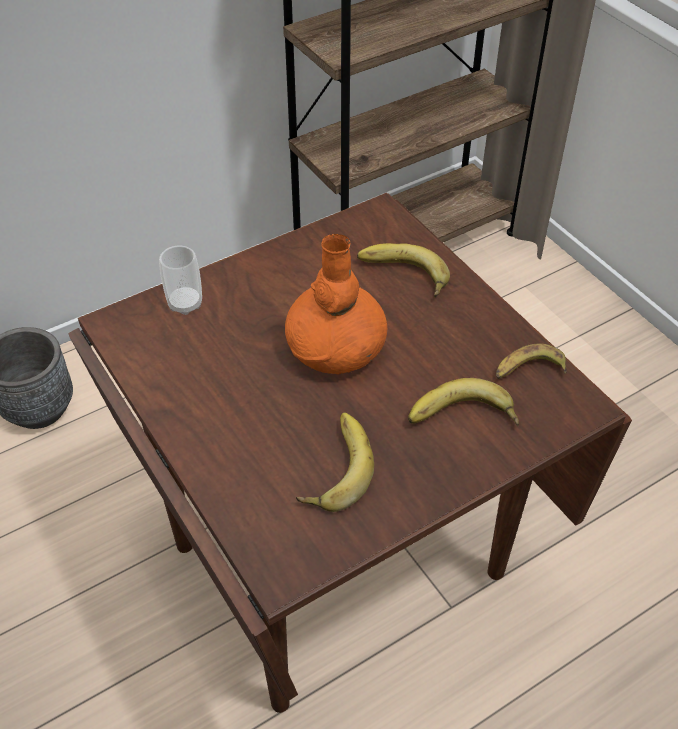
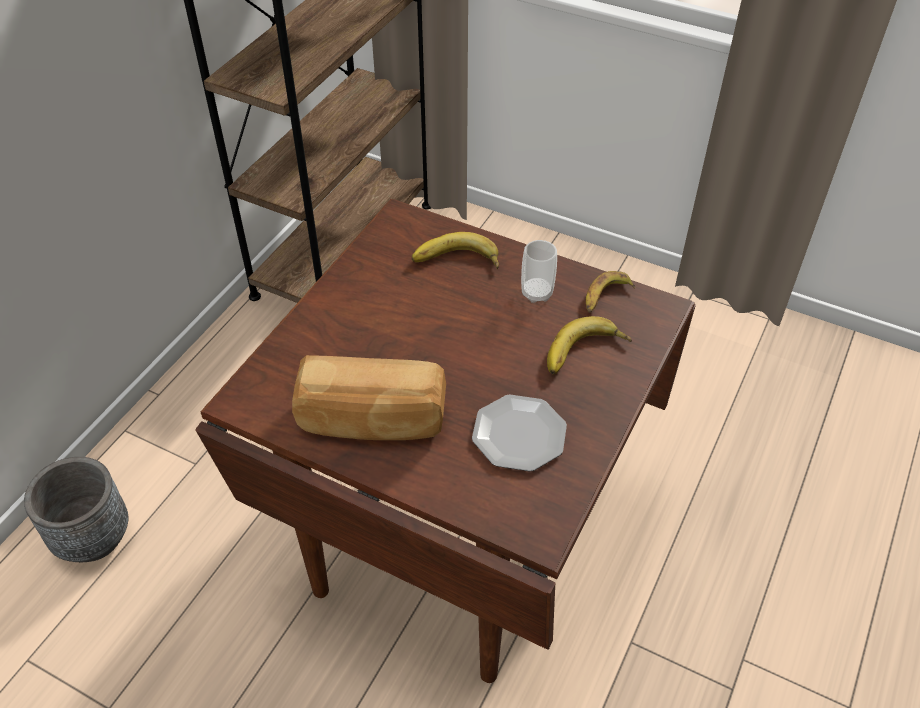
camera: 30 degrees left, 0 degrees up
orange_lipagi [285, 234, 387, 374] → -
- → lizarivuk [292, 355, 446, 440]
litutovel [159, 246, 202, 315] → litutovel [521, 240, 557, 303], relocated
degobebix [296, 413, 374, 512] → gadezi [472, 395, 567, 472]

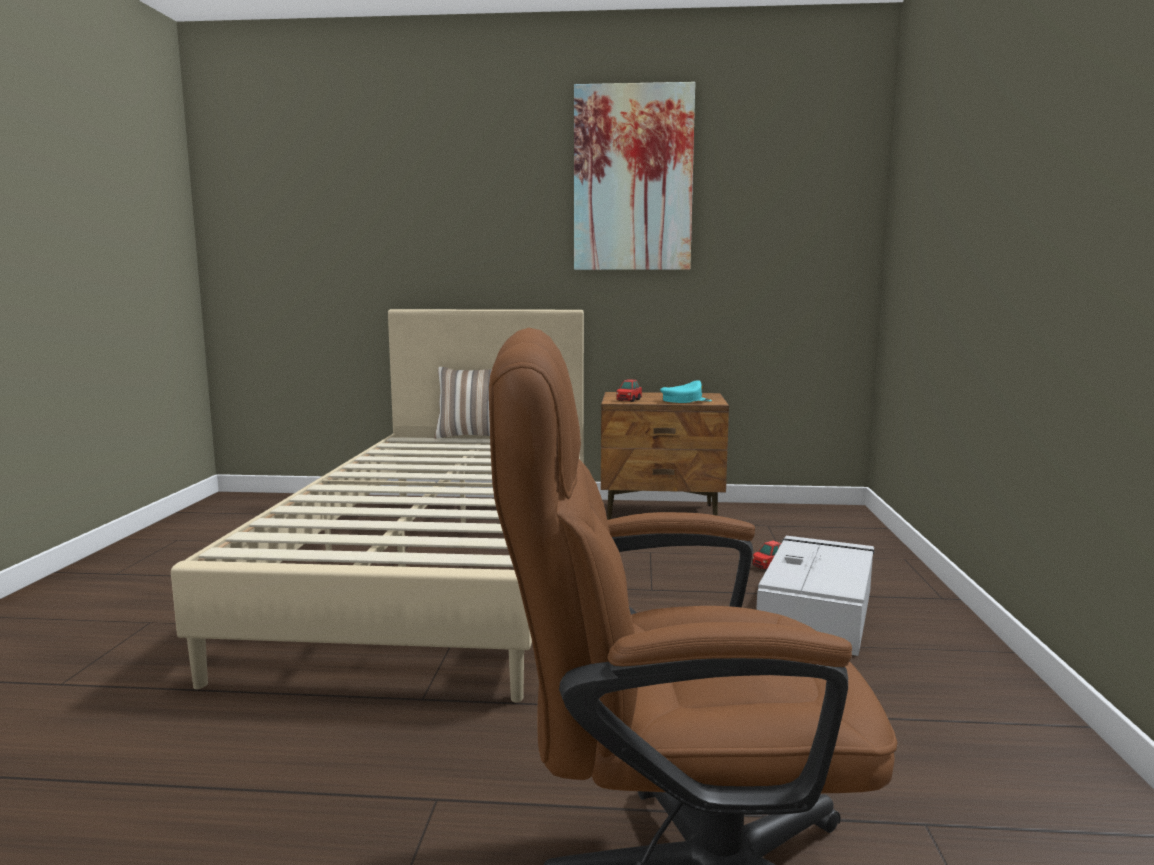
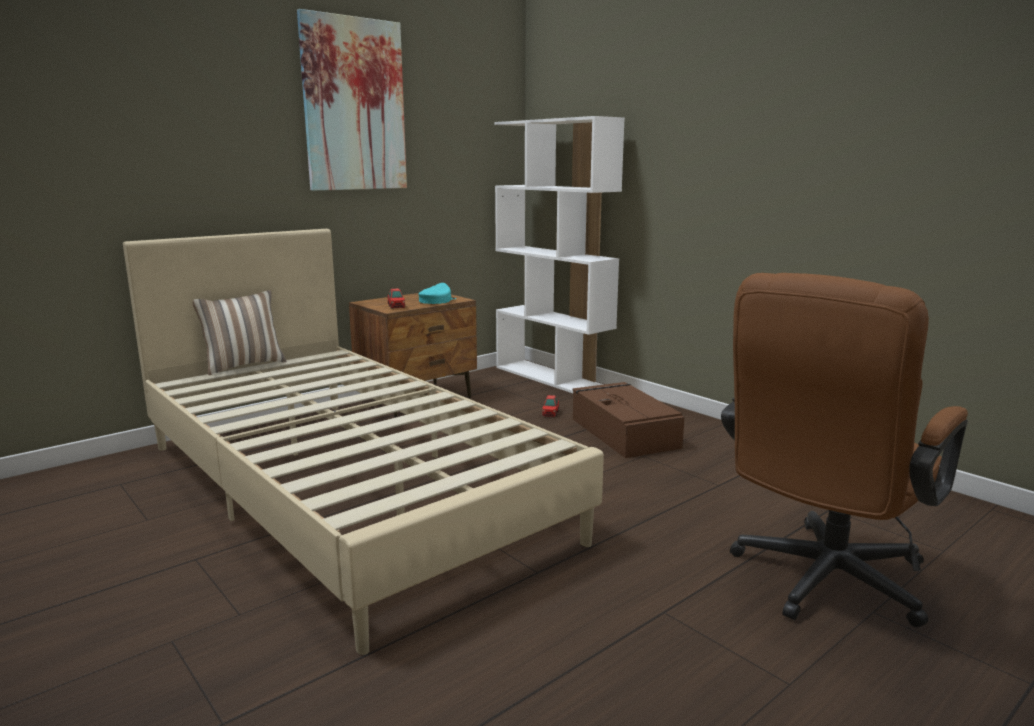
camera: 45 degrees left, 5 degrees up
- → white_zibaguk [494, 116, 625, 393]
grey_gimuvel [756, 536, 874, 656] → brown_gimuvel [573, 382, 684, 458]

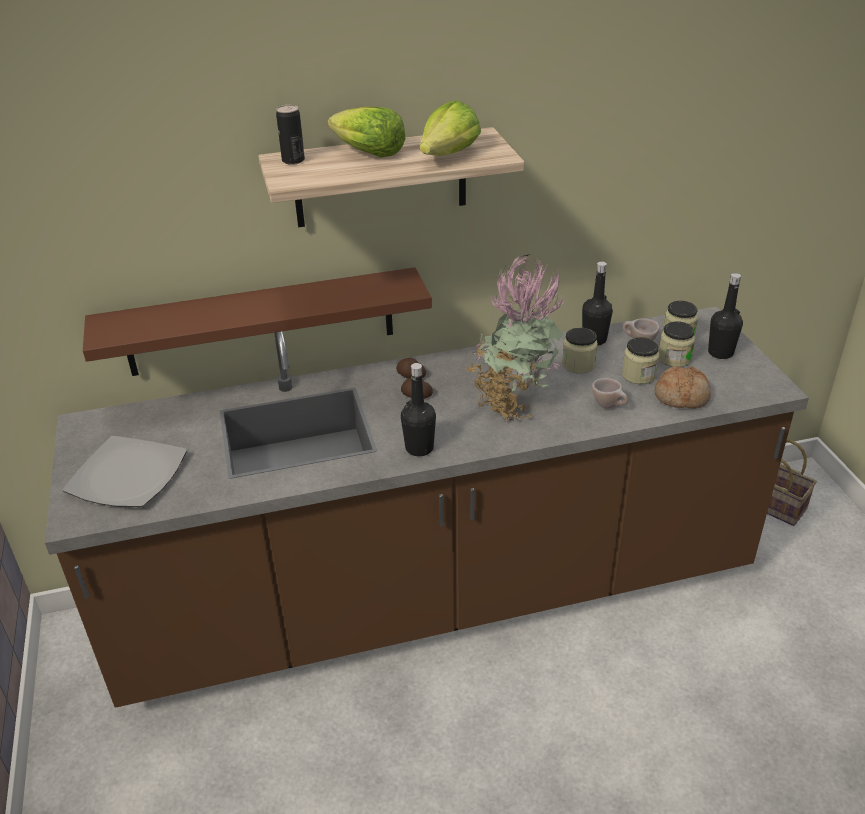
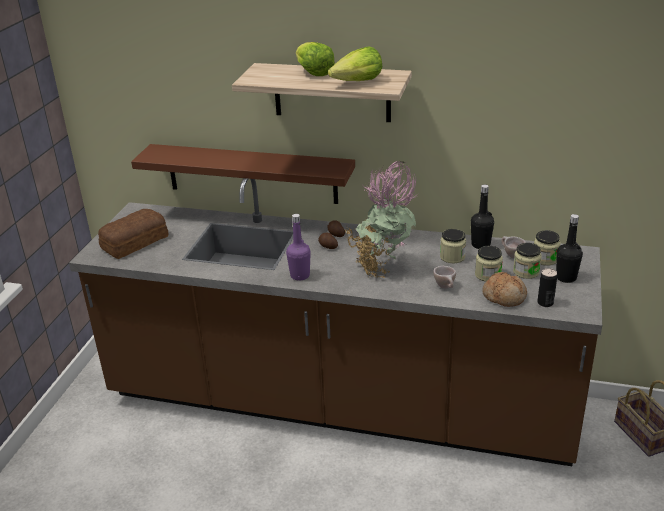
camera: 30 degrees right, 5 degrees down
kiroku [276, 105, 305, 165] → kiroku [537, 268, 557, 307], relocated
gadezi [63, 436, 187, 507] → lizarivuk [98, 209, 169, 259]
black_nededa [401, 363, 436, 456] → purple_nededa [286, 214, 311, 281]

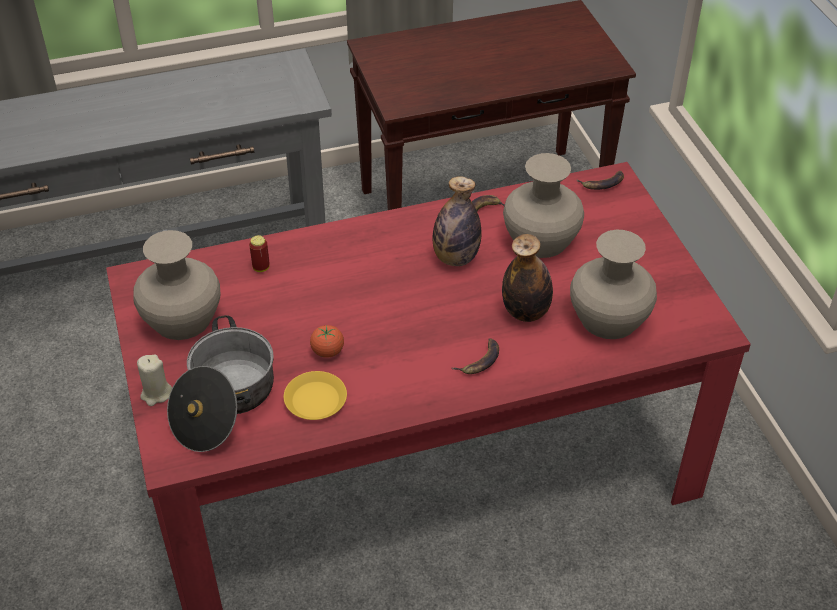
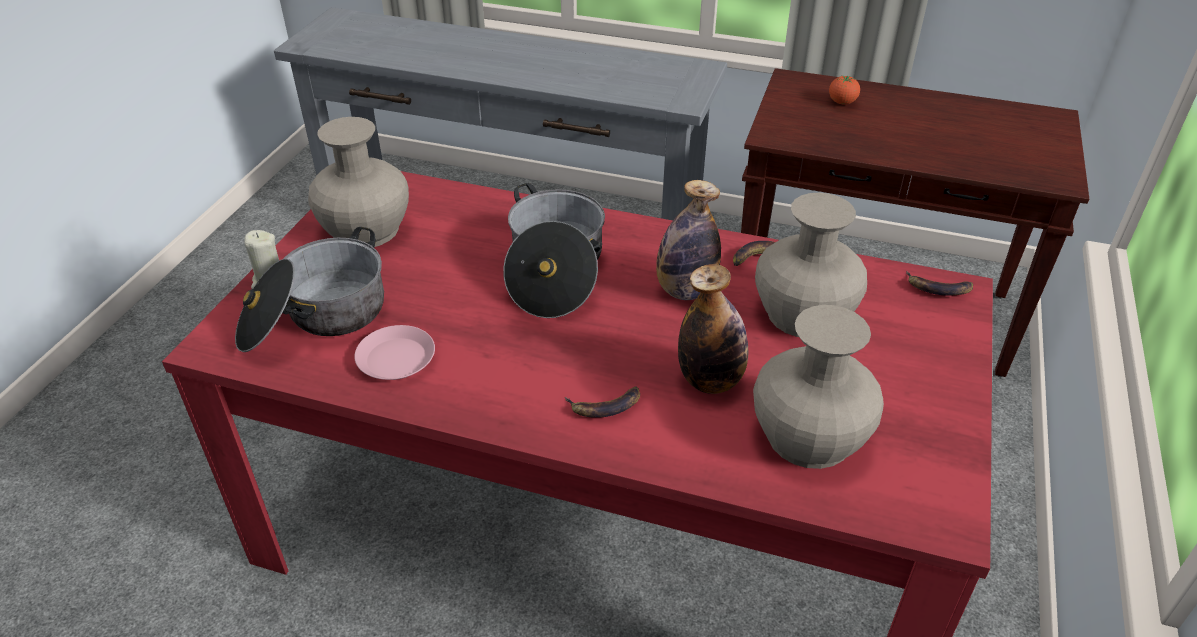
camera: 35 degrees right, 5 degrees down
kiroku [249, 235, 270, 272] → -
- → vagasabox [503, 183, 605, 318]
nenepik [310, 325, 344, 358] → nenepik [829, 75, 860, 105], relocated
yellow_gadezi [284, 371, 347, 420] → pink_gadezi [354, 325, 435, 380]

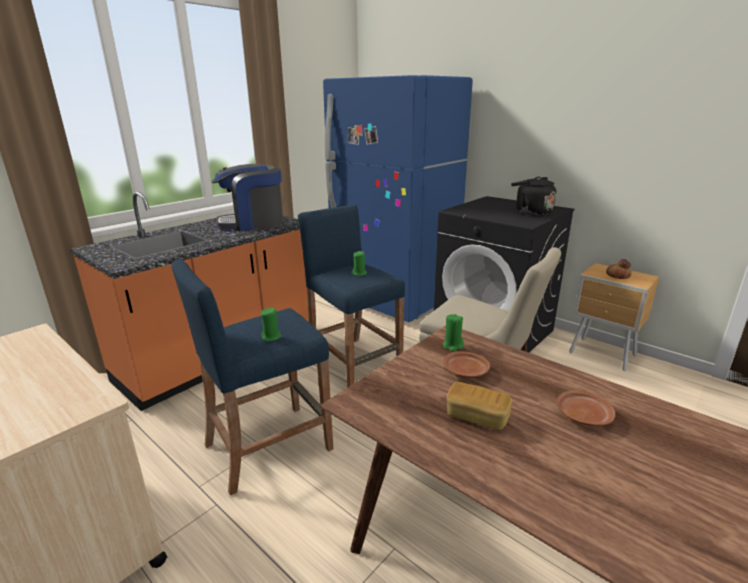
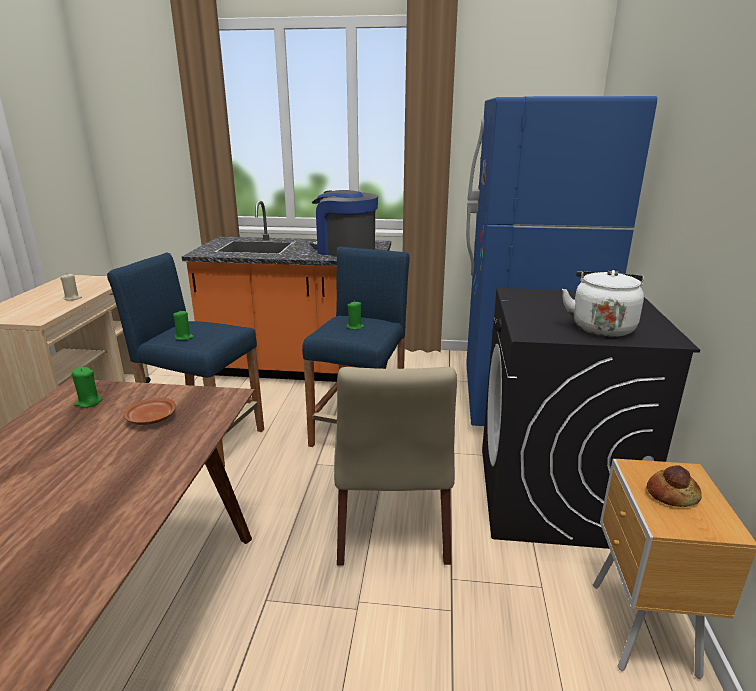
camera: 55 degrees right, 0 degrees up
lizarivuk [447, 382, 512, 430] → -
brown_gadezi [557, 390, 616, 426] → -
- → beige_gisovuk [60, 274, 82, 300]
green_gisovuk [443, 314, 464, 352] → green_gisovuk [72, 367, 102, 408], relocated
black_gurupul [511, 177, 556, 215] → white_gurupul [562, 270, 644, 337]

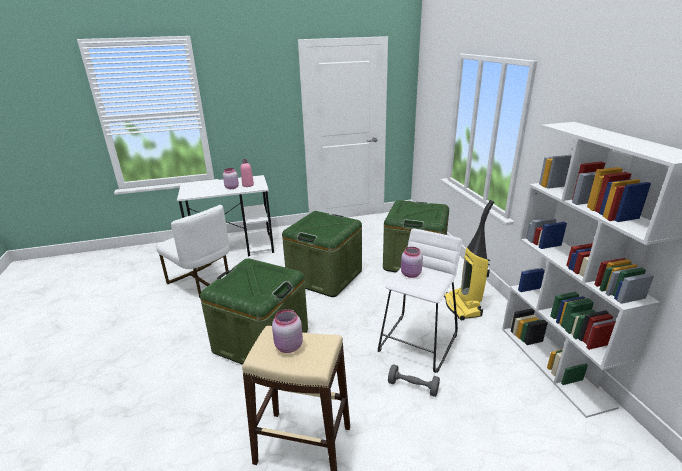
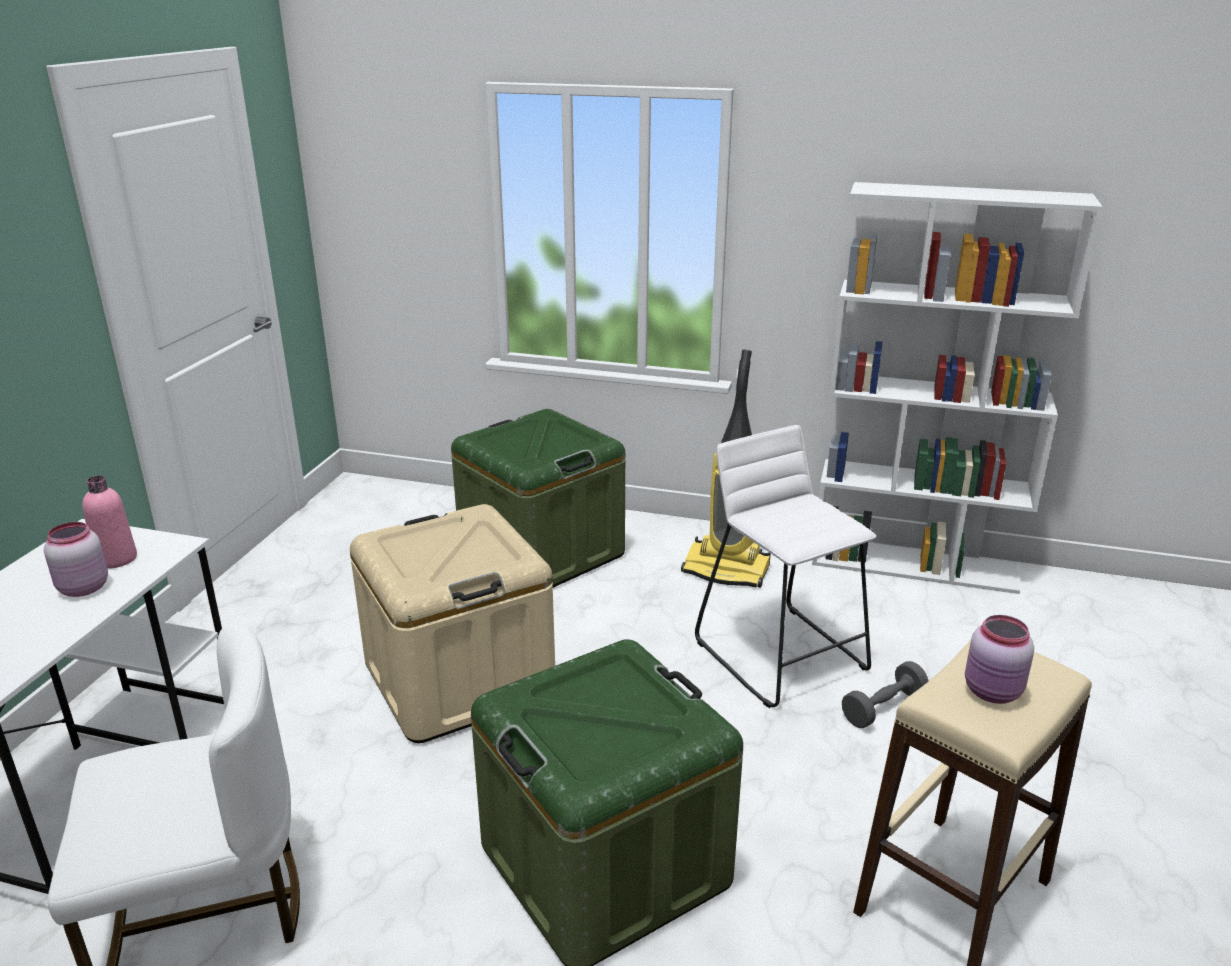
camera: 60 degrees left, 0 degrees up
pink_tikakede [401, 247, 423, 278] → -
green_gimuvel [282, 211, 362, 297] → beige_gimuvel [350, 504, 555, 743]

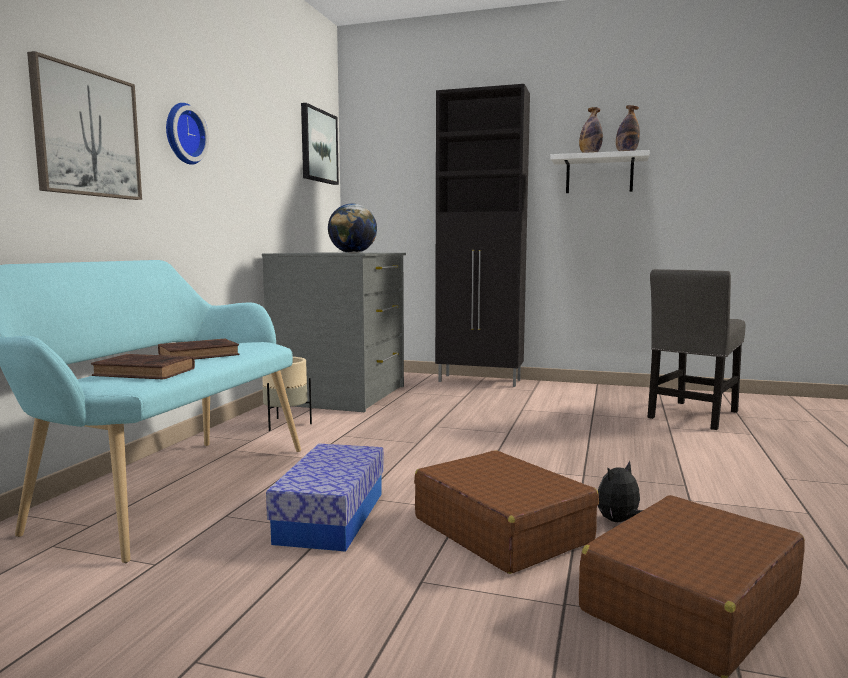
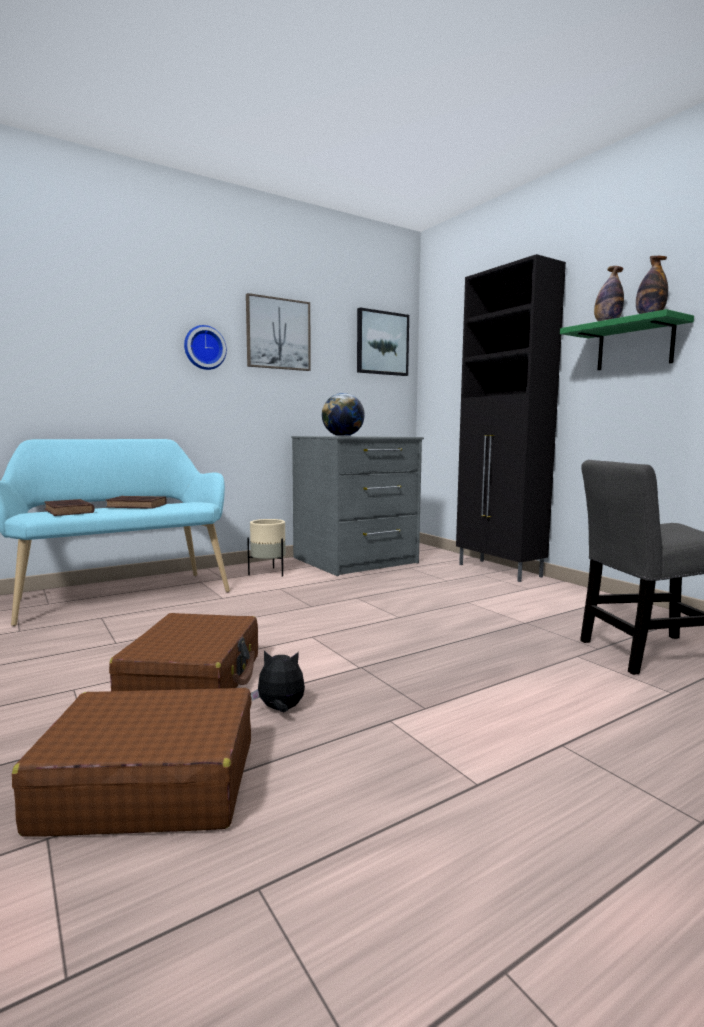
camera: 40 degrees right, 0 degrees up
gimuvel [266, 444, 384, 552] → -
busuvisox [27, 51, 142, 200] → busuvisox [246, 293, 311, 371], relocated
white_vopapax [550, 150, 650, 193] → green_vopapax [560, 309, 694, 370]

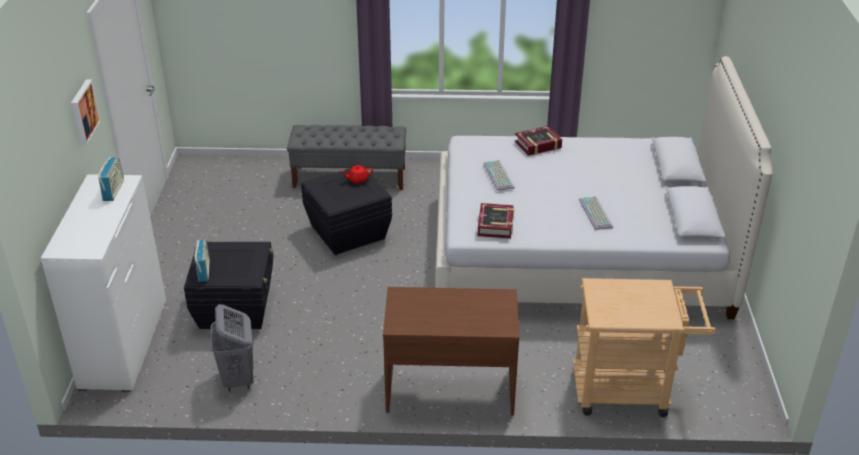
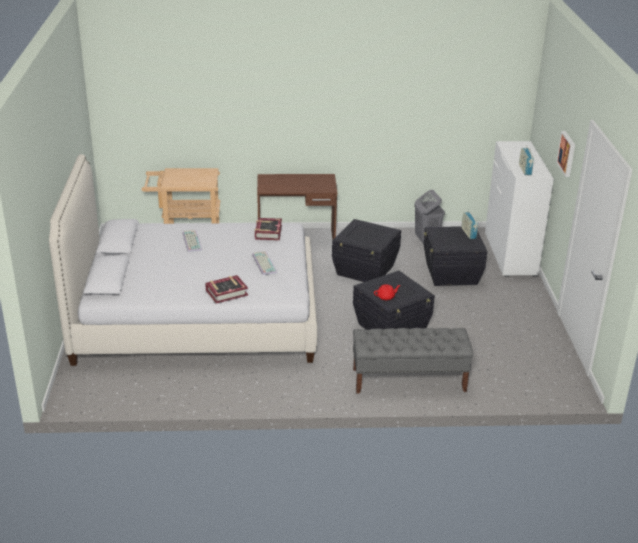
camera: 175 degrees right, 5 degrees down
- → black_gimuvel [332, 219, 401, 282]

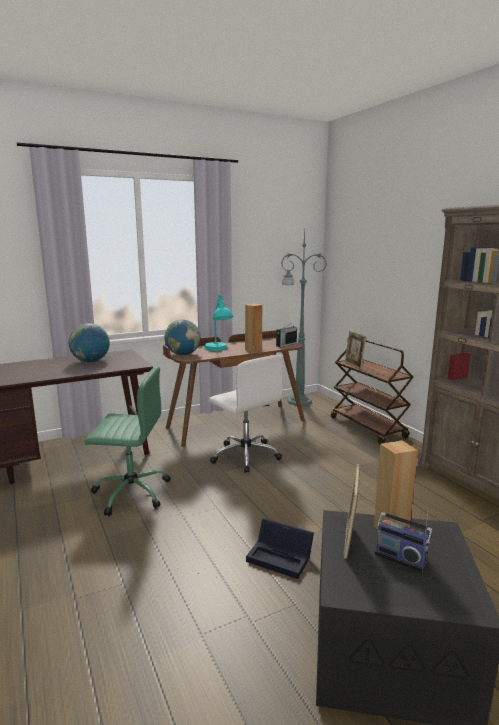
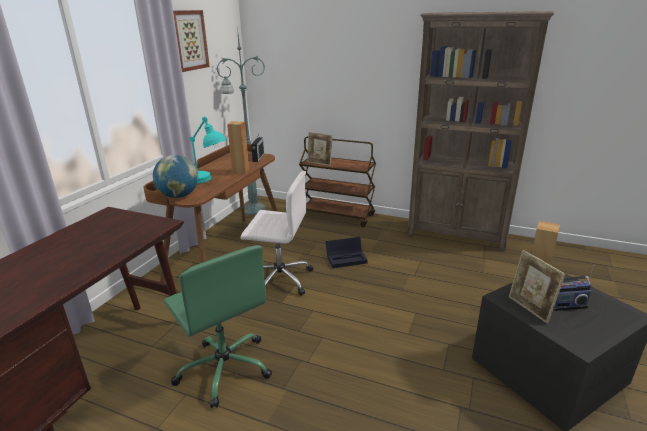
camera: 40 degrees left, 10 degrees up
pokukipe [69, 323, 110, 362] → -
- → busuvisox [173, 10, 210, 72]
black_gimuvel [246, 518, 314, 579] → black_gimuvel [326, 237, 368, 268], relocated
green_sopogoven [85, 367, 171, 516] → green_sopogoven [164, 245, 272, 408], 90 degrees clockwise

